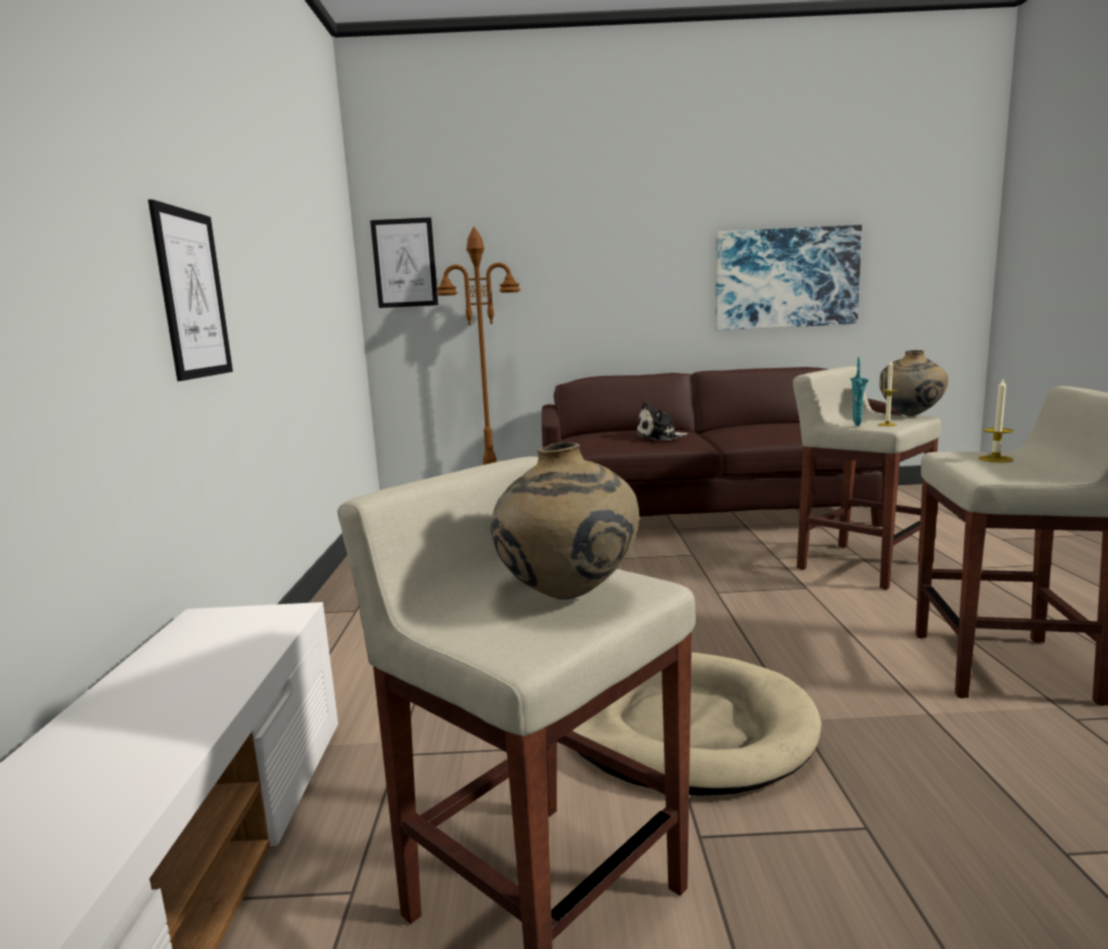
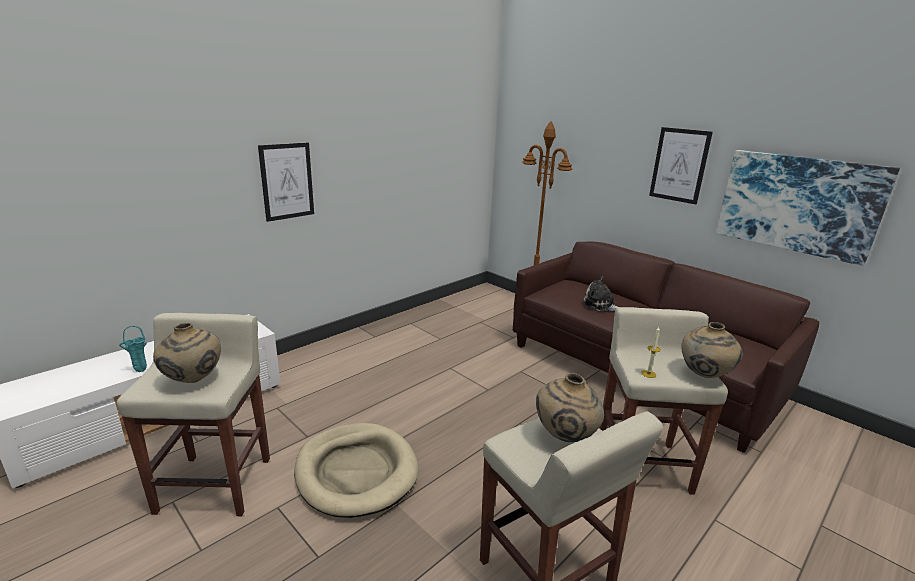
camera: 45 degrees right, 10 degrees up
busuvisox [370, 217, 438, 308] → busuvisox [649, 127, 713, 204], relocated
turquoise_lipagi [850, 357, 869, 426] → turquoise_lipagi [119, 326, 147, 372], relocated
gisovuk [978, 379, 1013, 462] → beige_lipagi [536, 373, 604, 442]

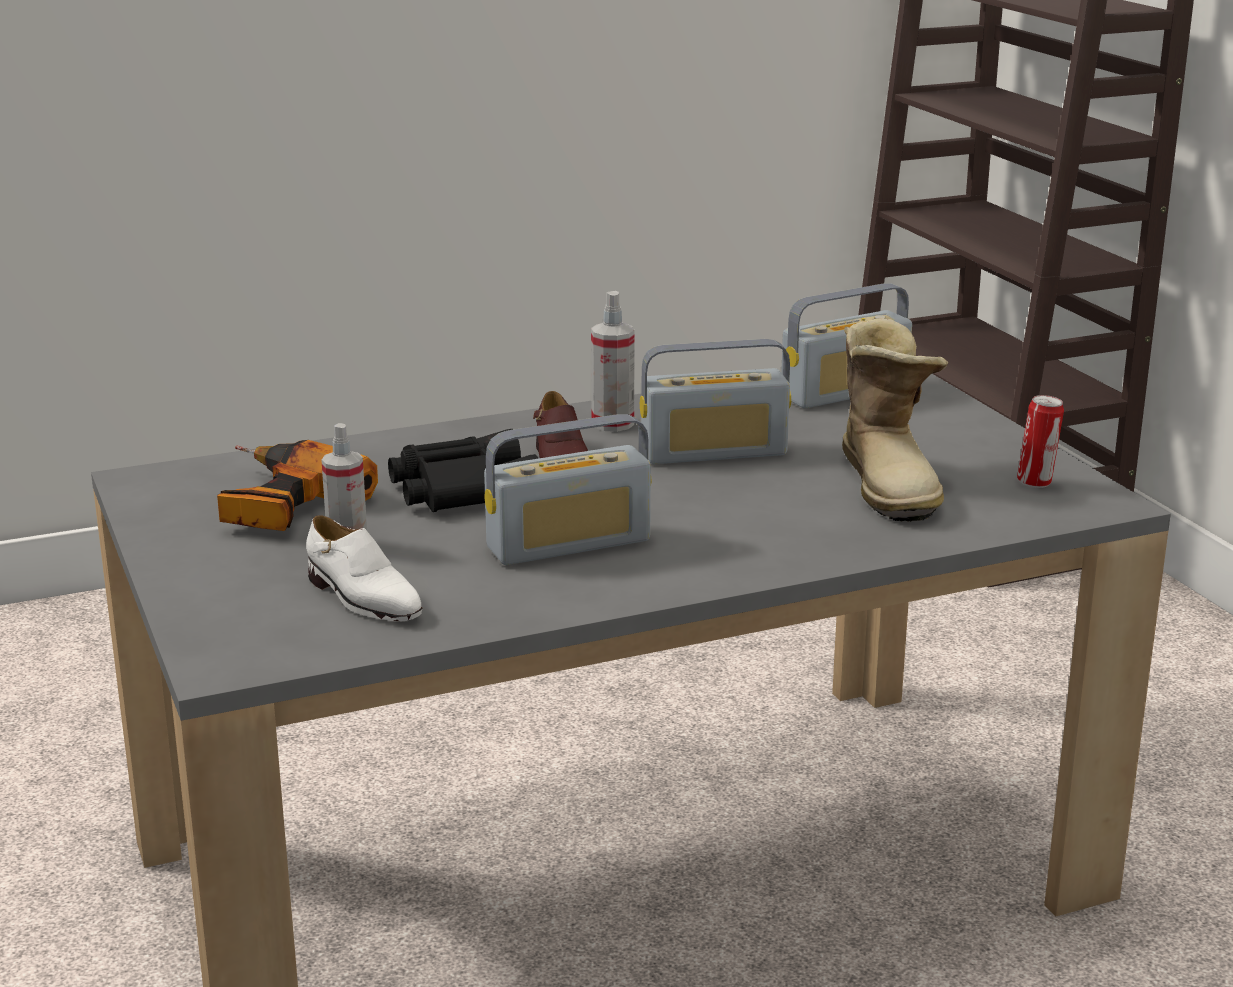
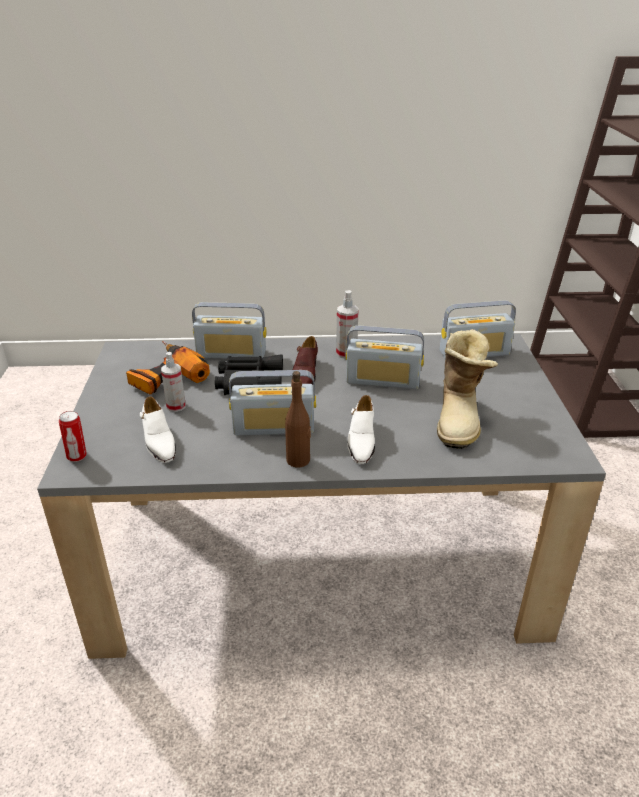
camera: 20 degrees right, 10 degrees up
- → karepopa [192, 302, 267, 359]
- → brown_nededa [285, 371, 311, 467]
- → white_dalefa [348, 395, 375, 464]
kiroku [1017, 395, 1064, 488] → kiroku [59, 411, 87, 462], relocated

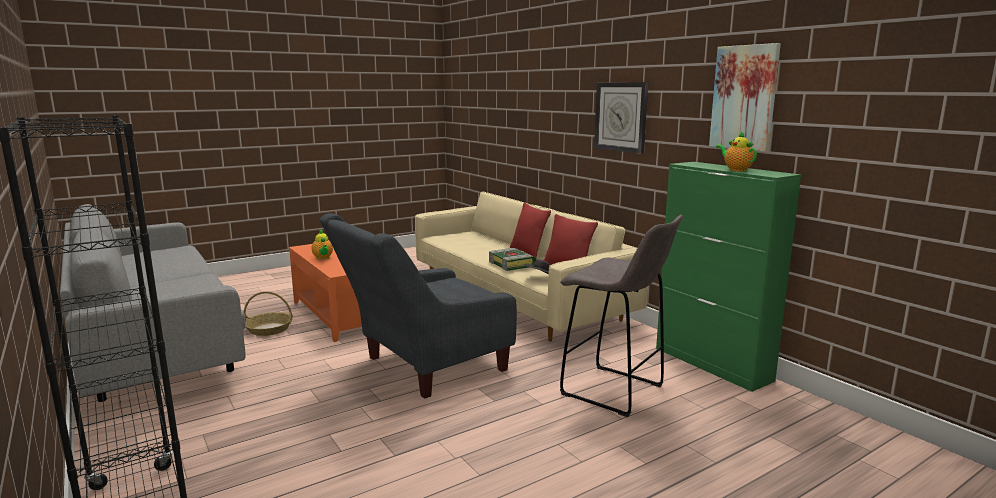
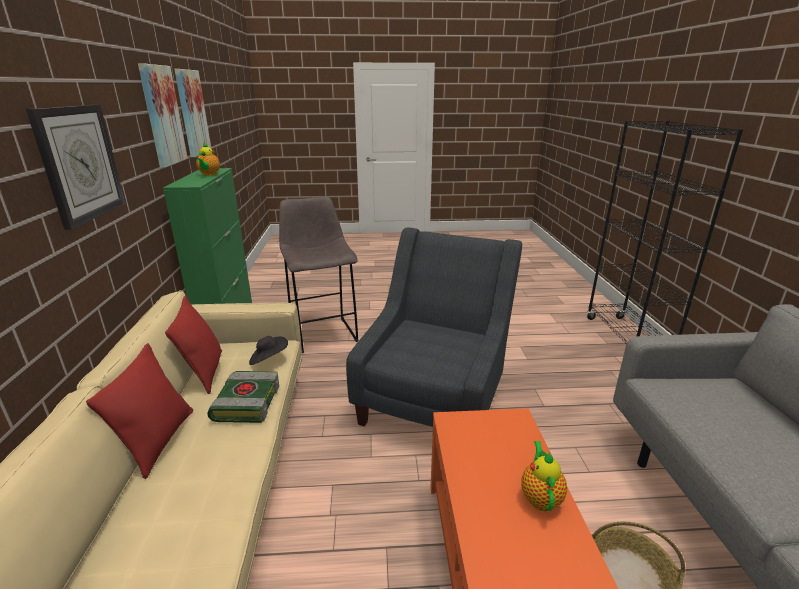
camera: 150 degrees left, 10 degrees up
- → busuvisox [174, 69, 212, 157]
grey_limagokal [319, 213, 517, 399] → grey_limagokal [346, 228, 522, 427], 60 degrees counterclockwise

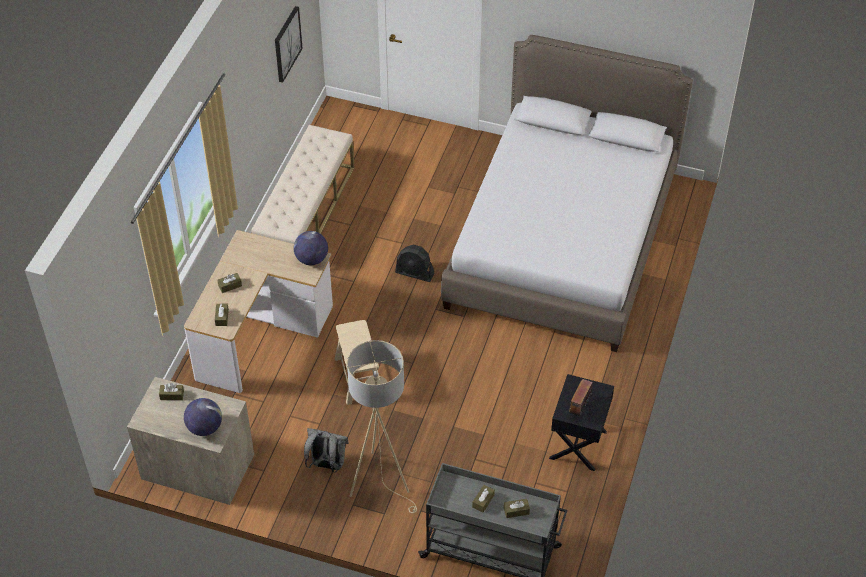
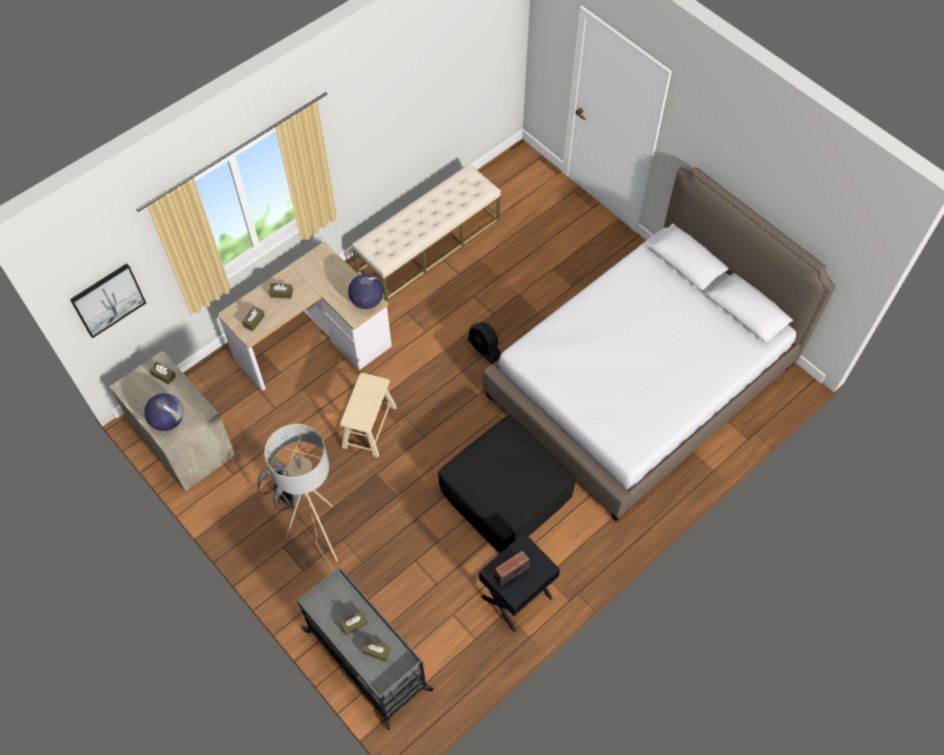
camera: 30 degrees right, 10 degrees up
- → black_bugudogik [438, 415, 576, 554]
busuvisox [275, 6, 303, 83] → busuvisox [70, 263, 146, 338], relocated

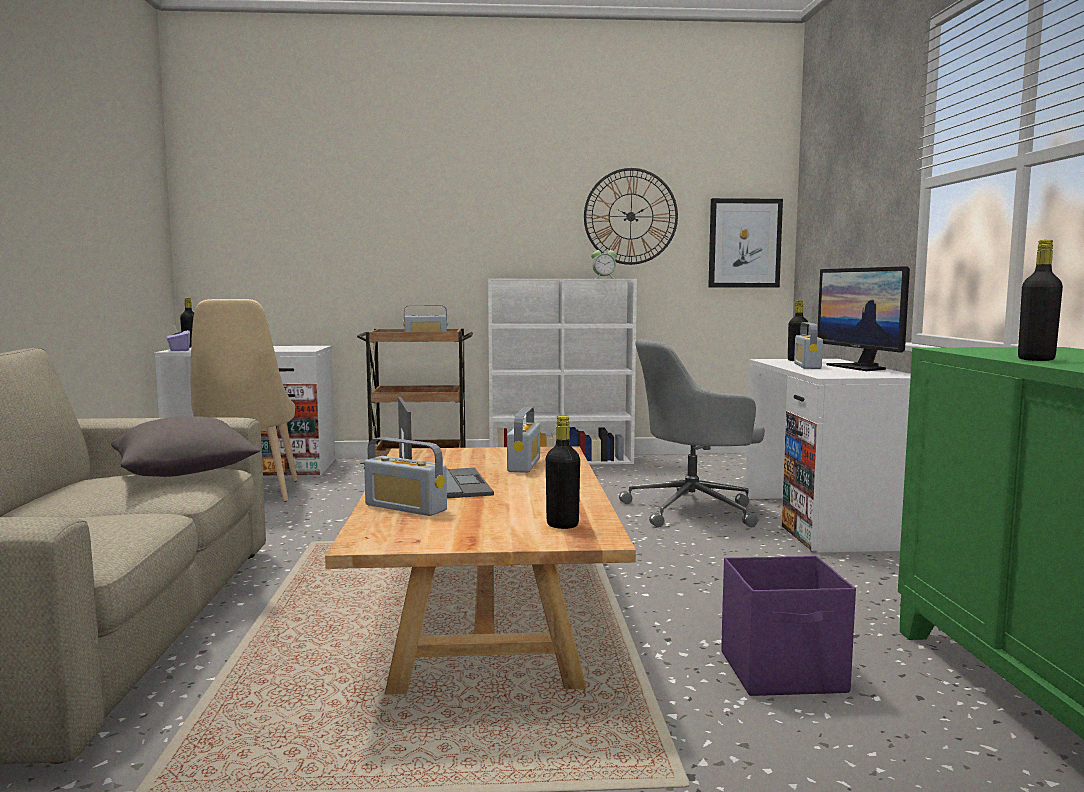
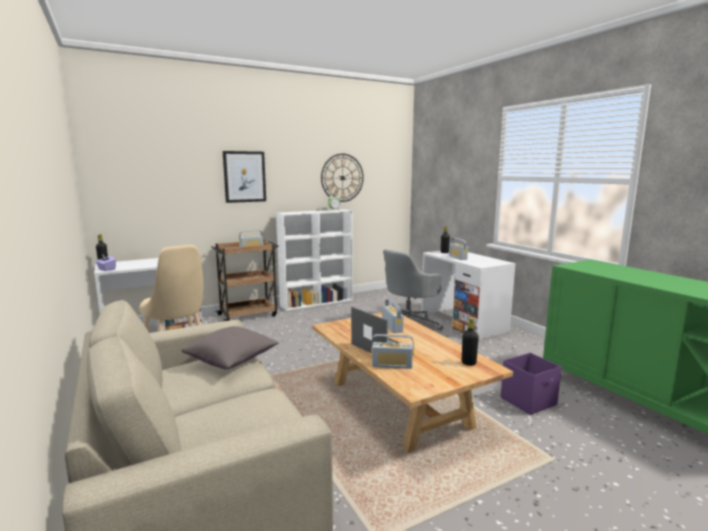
camera: 25 degrees left, 5 degrees up
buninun [817, 266, 910, 371] → -
black_nededa [1018, 240, 1063, 361] → -
busuvisox [708, 198, 783, 288] → busuvisox [223, 151, 266, 203], relocated

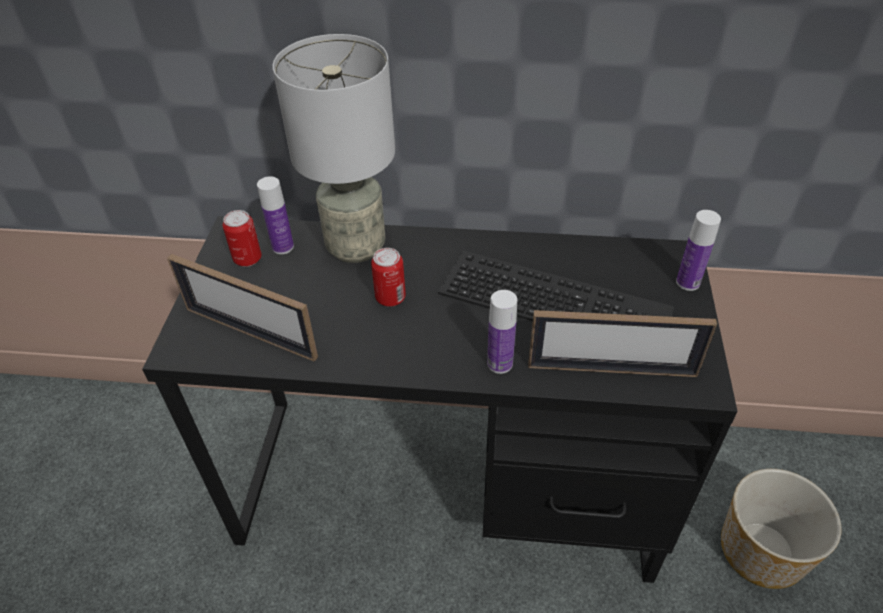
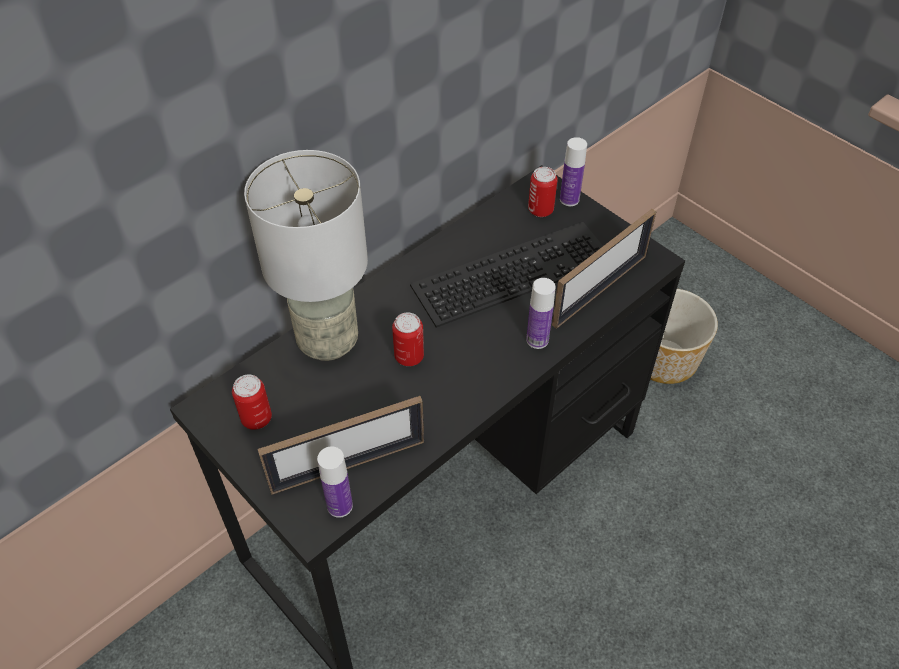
camera: 50 degrees left, 5 degrees up
- → kiroku [528, 167, 558, 217]
nededa [257, 176, 294, 254] → nededa [317, 446, 353, 518], relocated

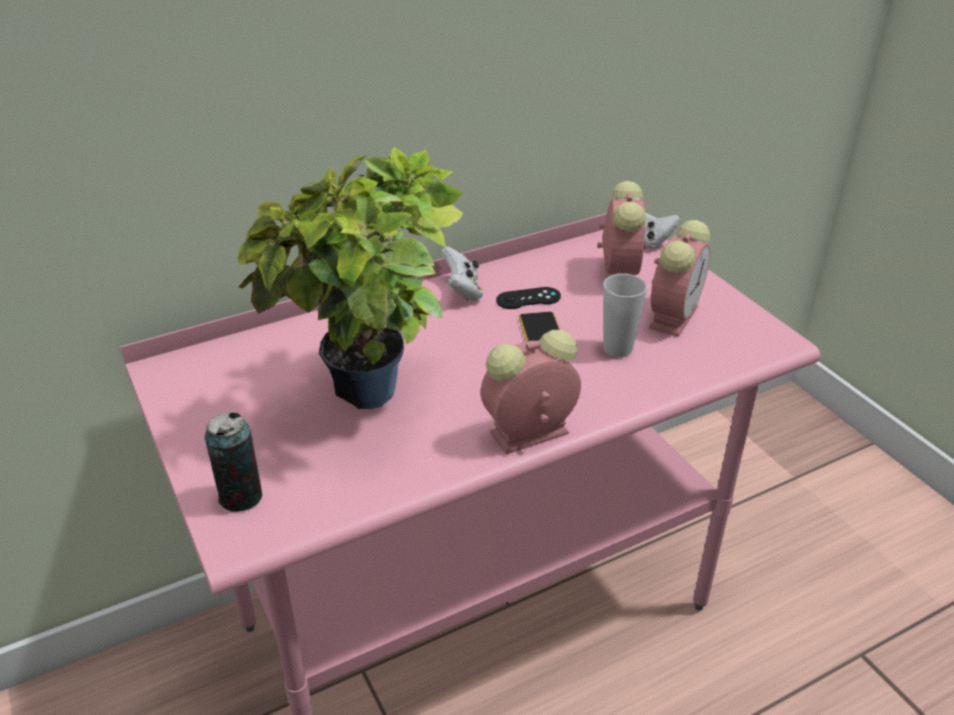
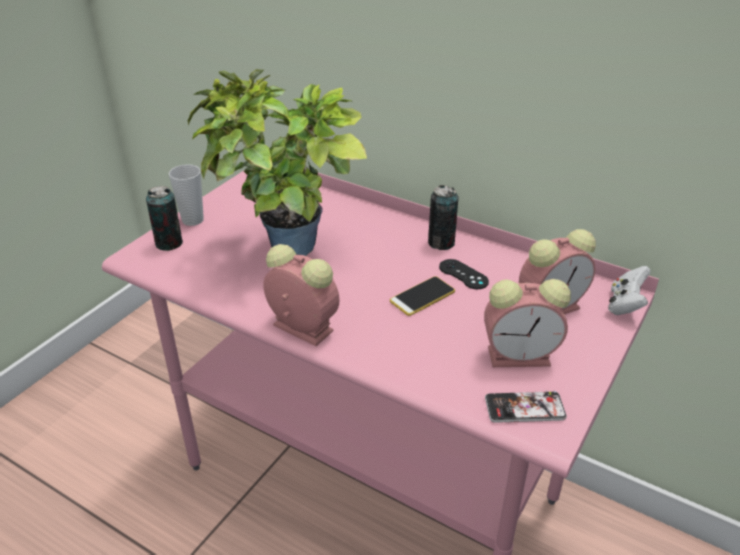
camera: 60 degrees right, 0 degrees up
- → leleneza [485, 390, 567, 423]
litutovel [603, 274, 647, 357] → litutovel [169, 164, 204, 226], relocated
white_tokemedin [441, 246, 483, 301] → kiroku [428, 185, 458, 250]

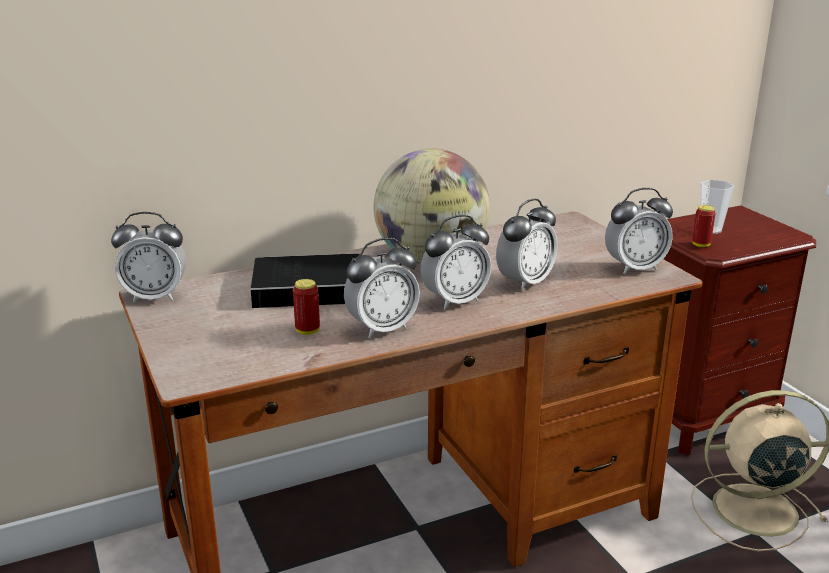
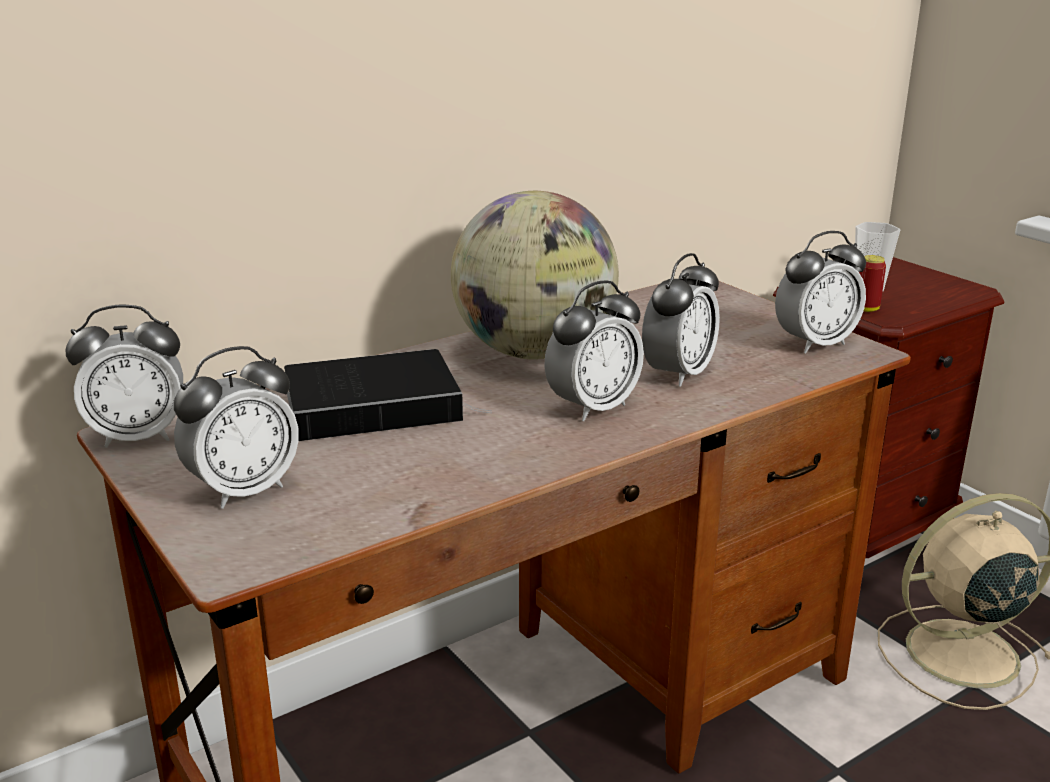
camera: 10 degrees left, 0 degrees up
kiroku [293, 279, 320, 335] → -
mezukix [344, 238, 420, 339] → mezukix [174, 346, 299, 509], relocated

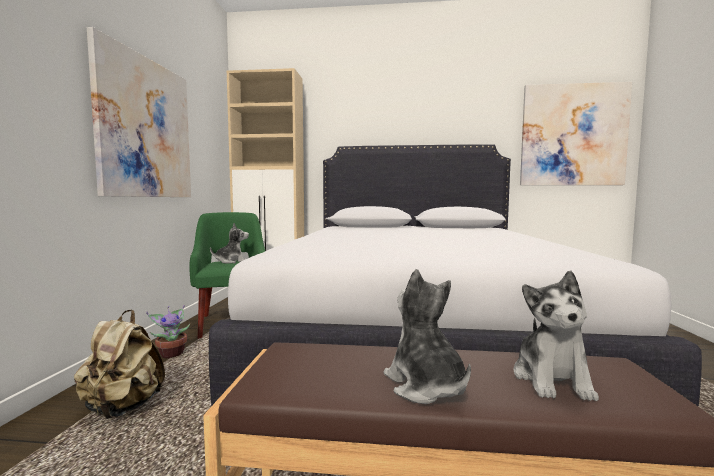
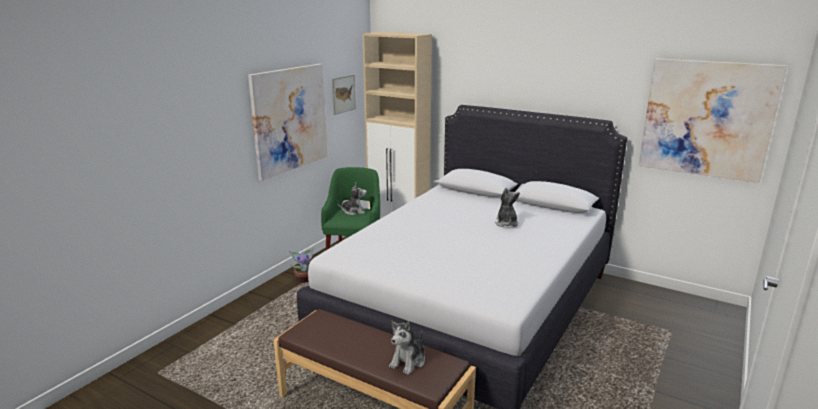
camera: 25 degrees right, 15 degrees up
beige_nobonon [74, 310, 165, 419] → -
- → busuvisox [332, 75, 356, 115]
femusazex [383, 269, 471, 404] → femusazex [495, 188, 520, 227], relocated

